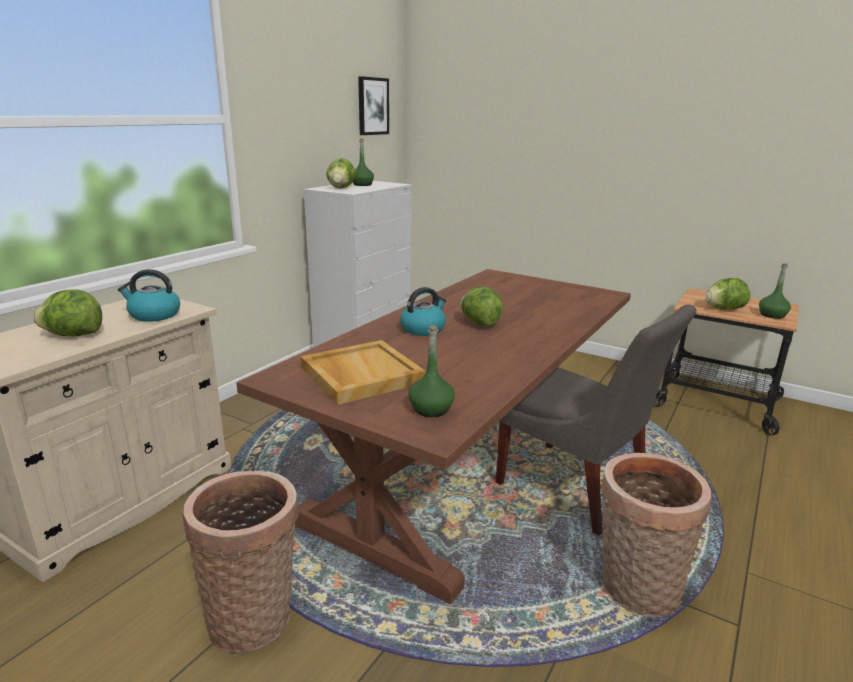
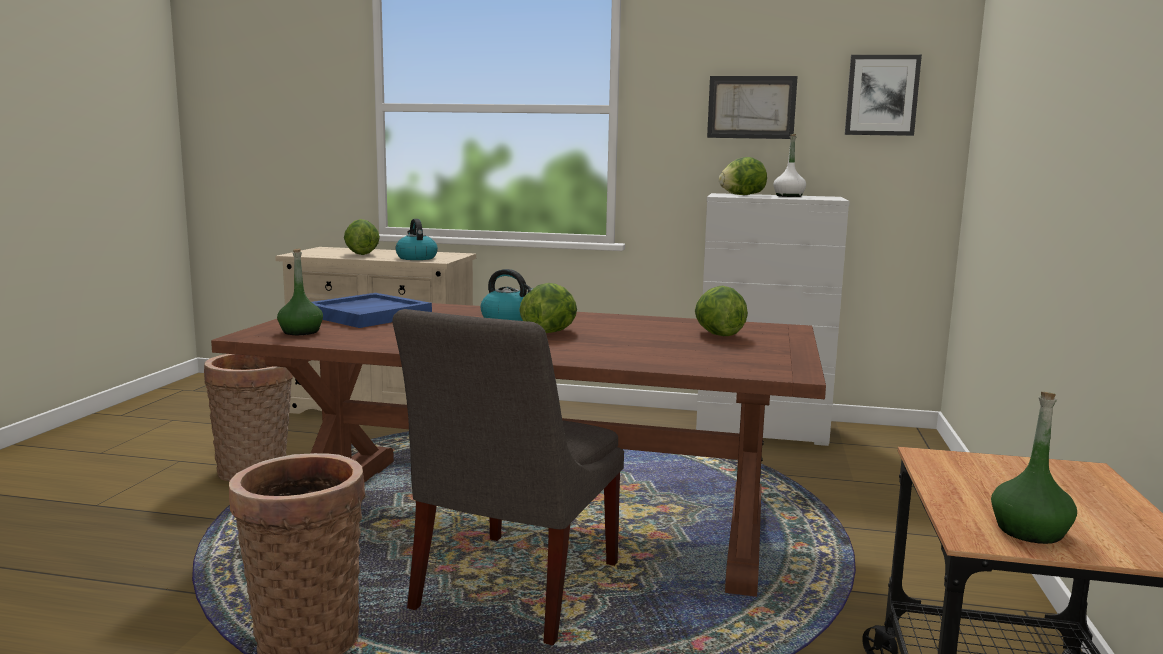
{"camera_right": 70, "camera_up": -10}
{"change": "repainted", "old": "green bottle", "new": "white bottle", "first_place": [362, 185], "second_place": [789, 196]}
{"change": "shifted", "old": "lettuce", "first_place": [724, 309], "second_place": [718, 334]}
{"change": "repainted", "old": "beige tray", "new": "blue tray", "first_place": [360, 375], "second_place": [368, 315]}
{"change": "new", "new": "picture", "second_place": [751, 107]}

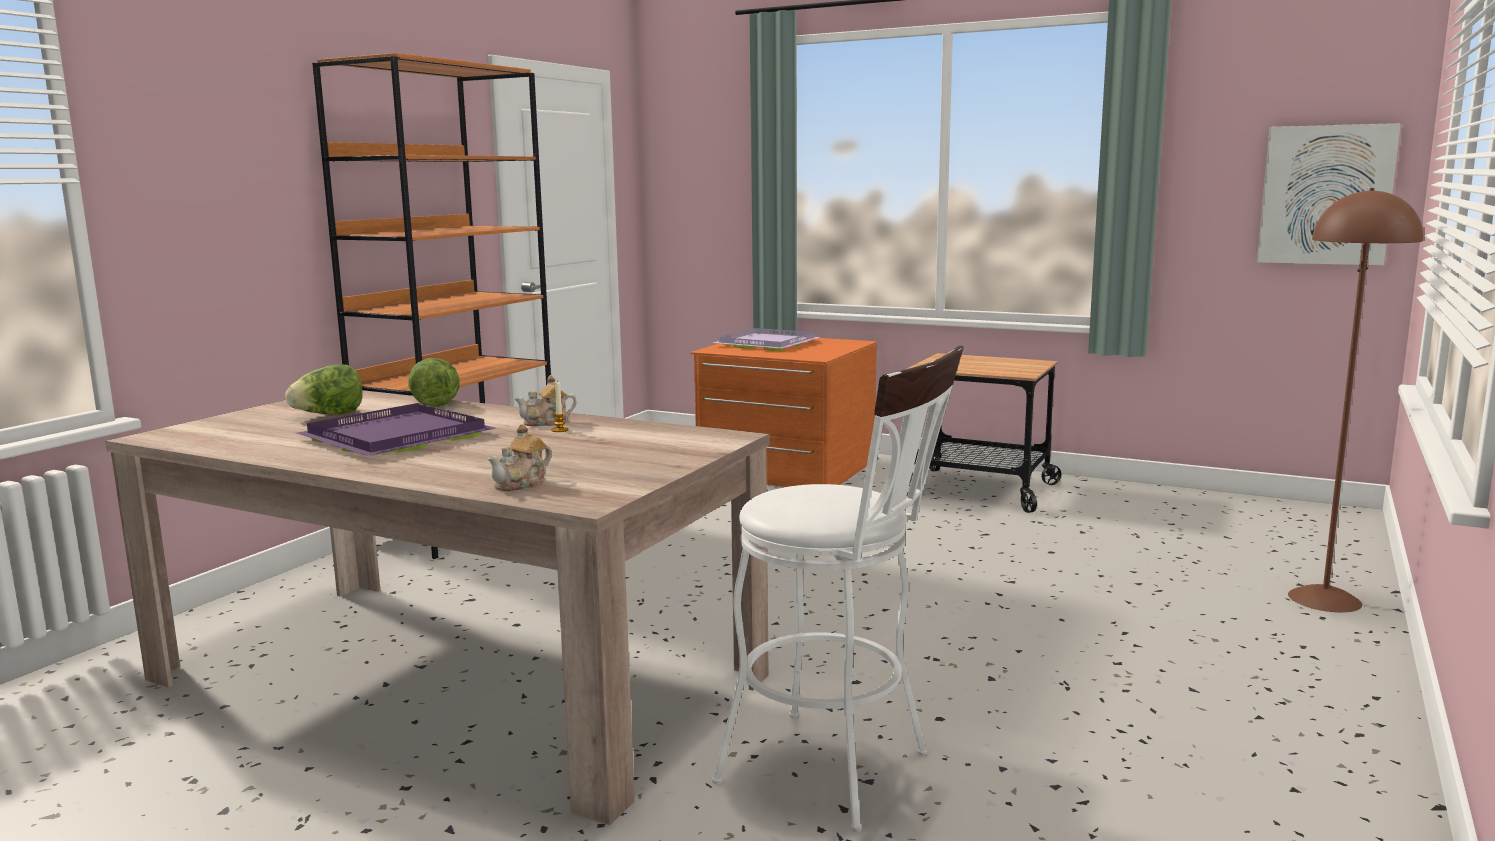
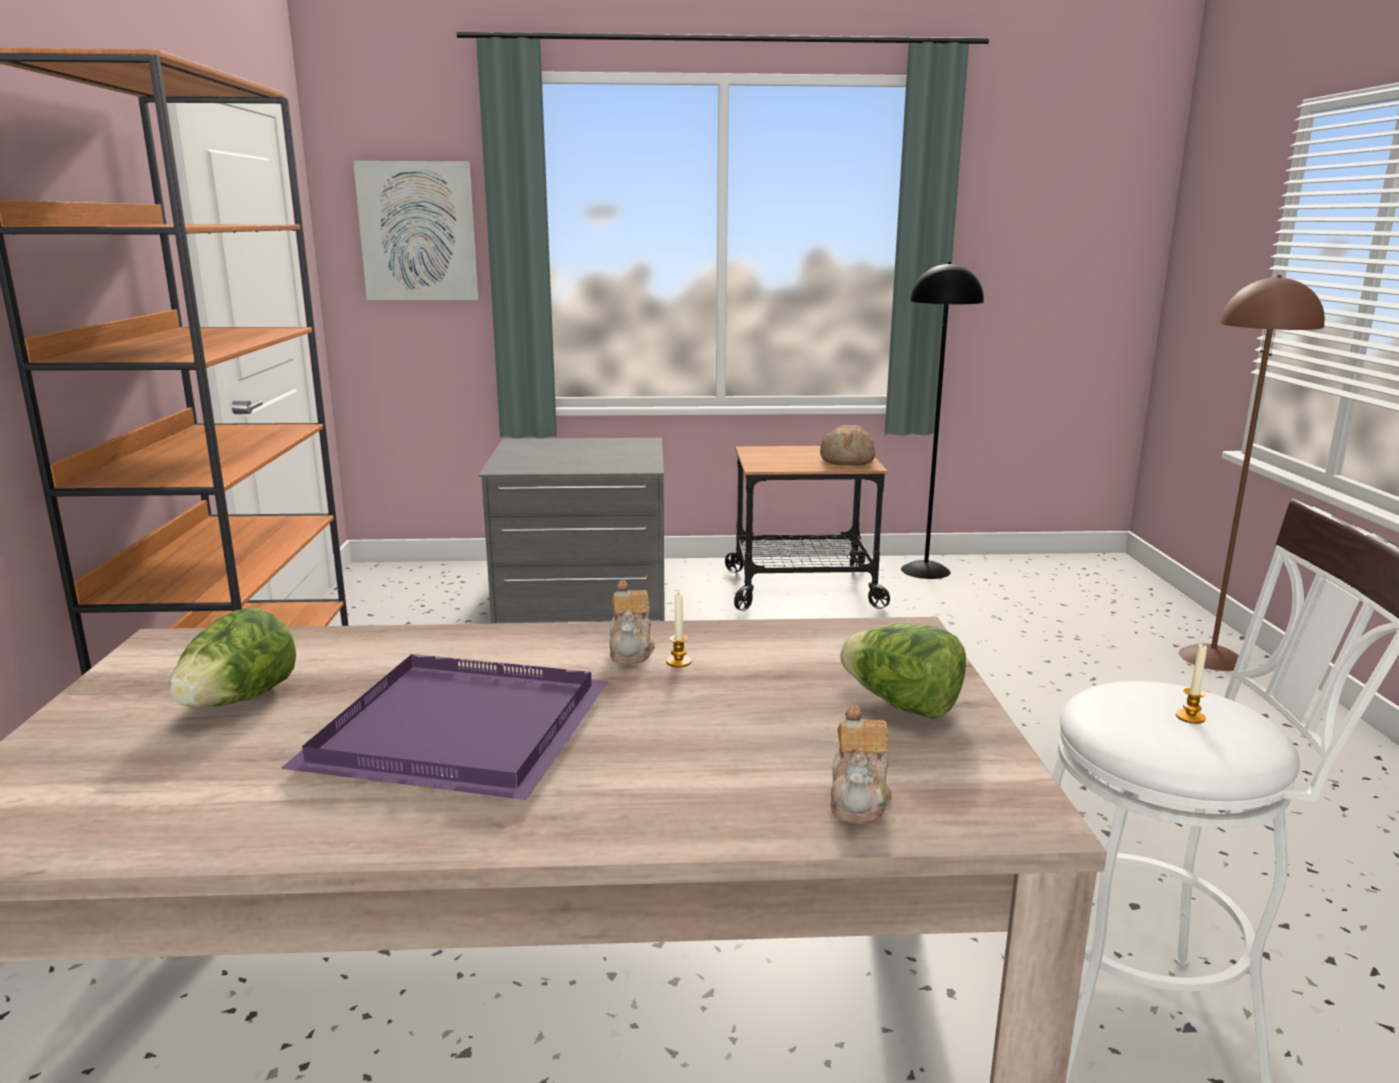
{"camera_right": -30, "camera_up": 5}
{"change": "shifted", "old": "picture", "first_place": [1325, 195], "second_place": [418, 231]}
{"change": "gone", "old": "purple tray", "first_place": [766, 343]}
{"change": "repainted", "old": "orange dresser", "new": "grey dresser", "first_place": [786, 469], "second_place": [582, 596]}
{"change": "shifted", "old": "lettuce", "first_place": [433, 403], "second_place": [902, 705]}
{"change": "rotated", "old": "teapot", "first_place": [547, 423], "second_place": [631, 650], "degrees": -45}
{"change": "new", "new": "black floor lamp", "second_place": [925, 570]}
{"change": "new", "new": "bread", "second_place": [847, 460]}
{"change": "new", "new": "candle", "second_place": [1190, 717]}

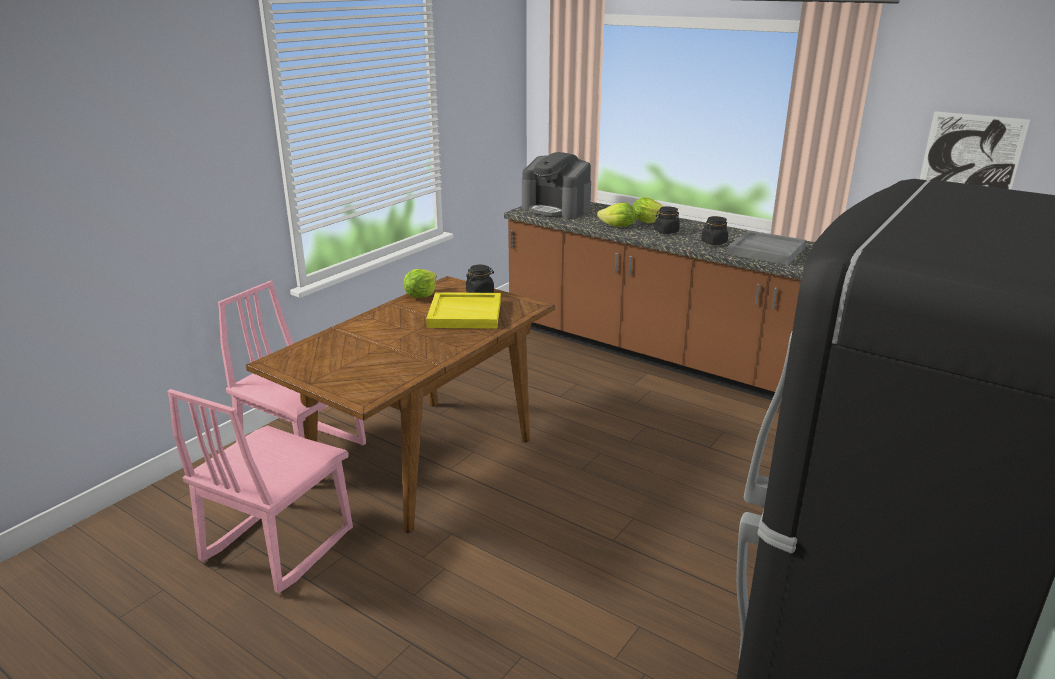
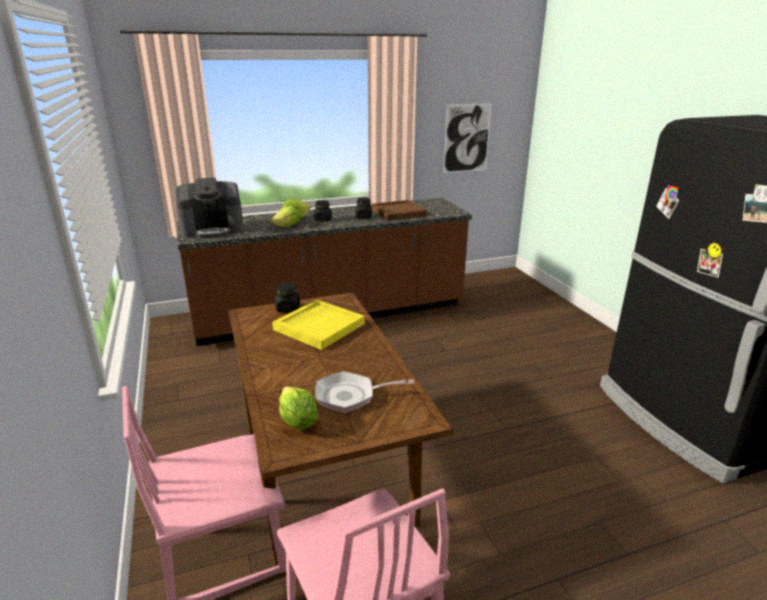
{"camera_right": -55, "camera_up": 0}
{"change": "repainted", "old": "grey tray", "new": "brown tray", "first_place": [765, 250], "second_place": [398, 212]}
{"change": "shifted", "old": "lettuce", "first_place": [421, 295], "second_place": [297, 422]}
{"change": "new", "new": "frying pan", "second_place": [350, 396]}

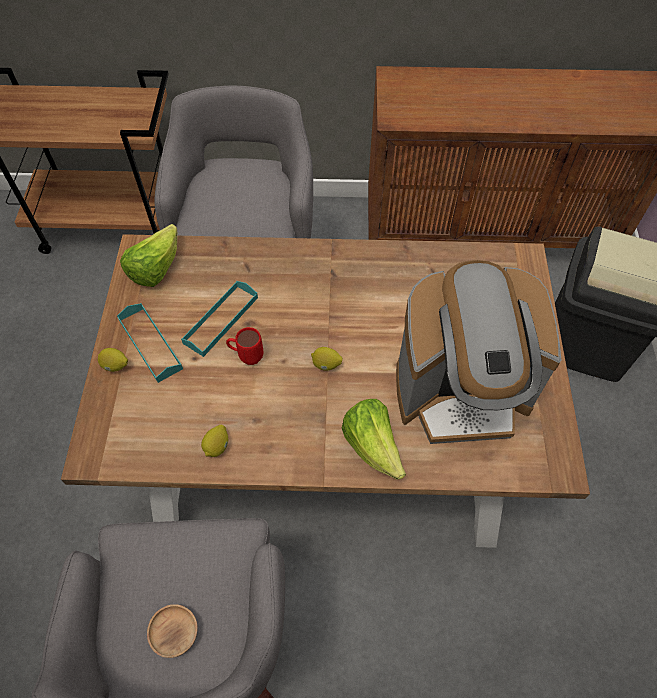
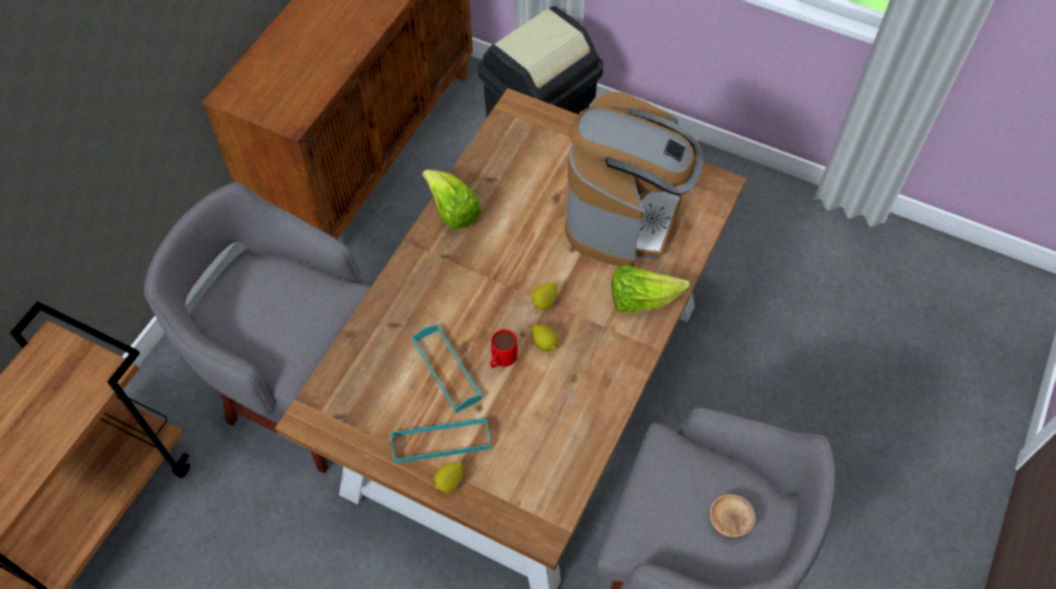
{"camera_right": -65, "camera_up": 0}
{"change": "shifted", "old": "lettuce", "first_place": [156, 269], "second_place": [452, 211]}
{"change": "shifted", "old": "lemon", "first_place": [217, 446], "second_place": [544, 343]}

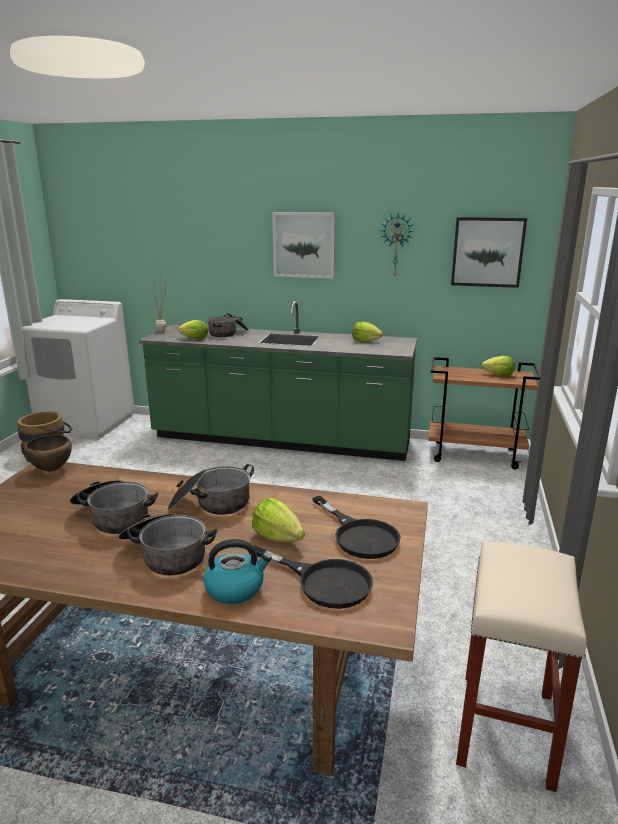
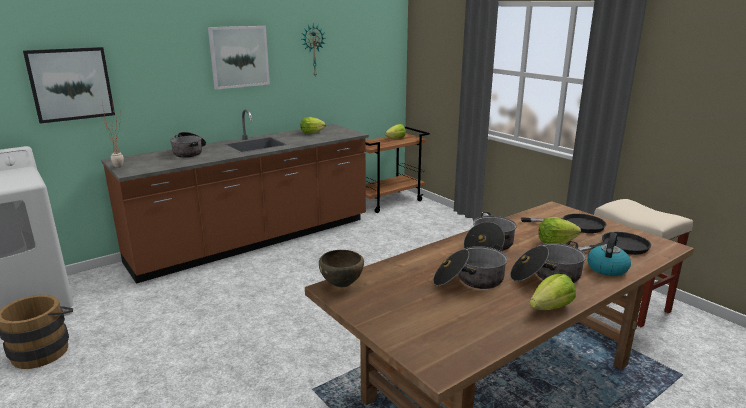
{"camera_right": -50, "camera_up": 0}
{"change": "shifted", "old": "picture", "first_place": [487, 252], "second_place": [71, 84]}
{"change": "repainted", "old": "green counter", "new": "brown counter", "first_place": [281, 440], "second_place": [254, 241]}
{"change": "shifted", "old": "lettuce", "first_place": [194, 339], "second_place": [551, 308]}

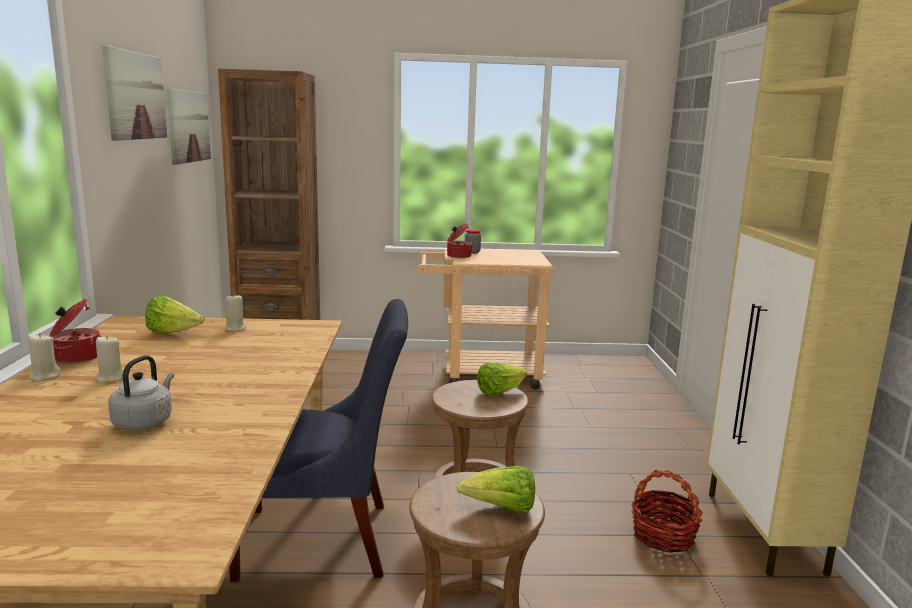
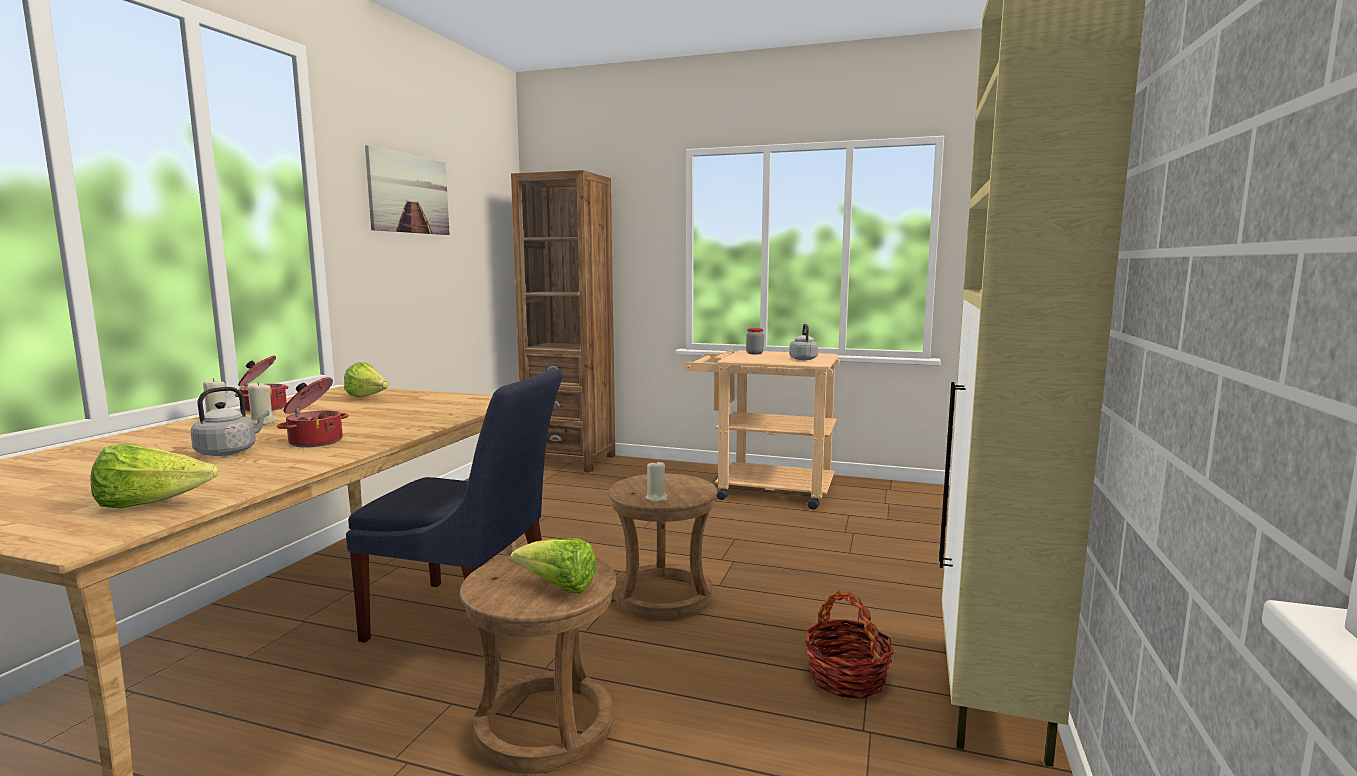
{"camera_right": 20, "camera_up": -5}
{"change": "gone", "old": "picture", "first_place": [188, 126]}
{"change": "shifted", "old": "cooking pot", "first_place": [458, 256], "second_place": [315, 442]}
{"change": "shifted", "old": "beige candle", "first_place": [236, 328], "second_place": [656, 498]}
{"change": "shifted", "old": "lettuce", "first_place": [499, 392], "second_place": [152, 505]}
{"change": "new", "new": "grey kettle", "second_place": [803, 359]}

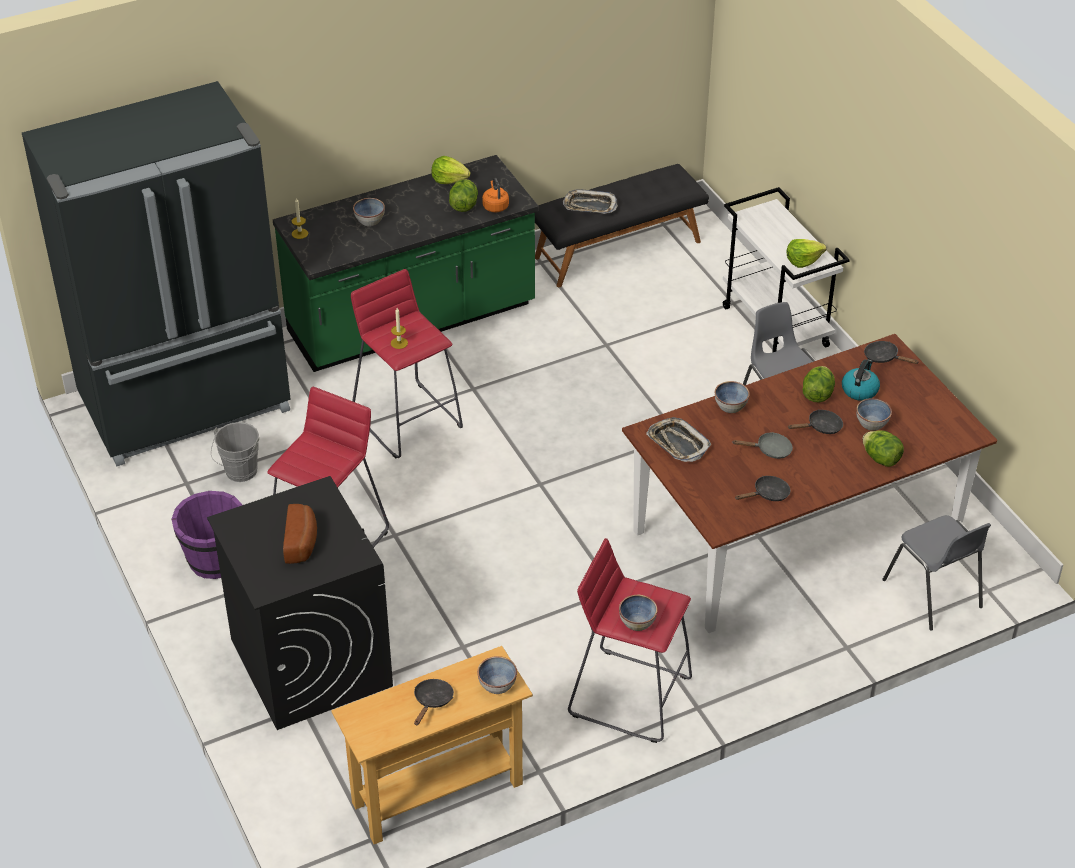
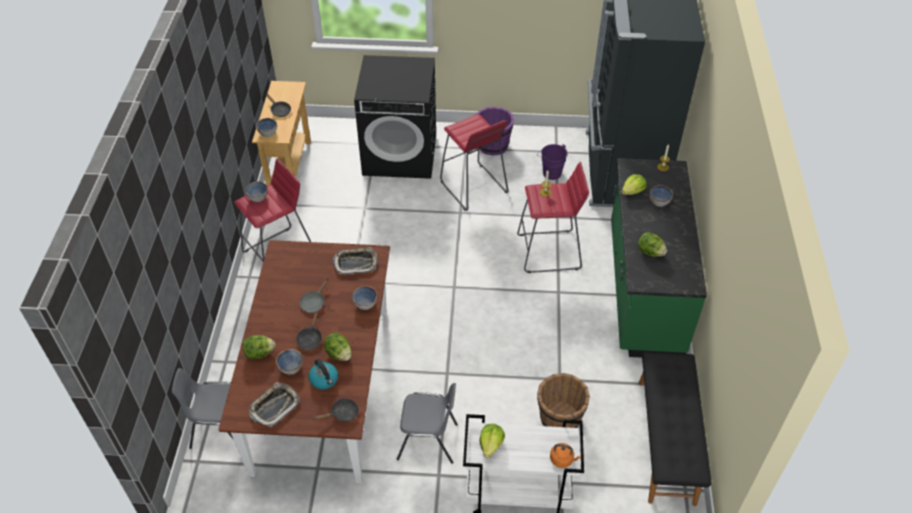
{"camera_right": 120, "camera_up": 5}
{"change": "shifted", "old": "lettuce", "first_place": [449, 179], "second_place": [632, 191]}
{"change": "shifted", "old": "orange kettle", "first_place": [495, 206], "second_place": [563, 459]}
{"change": "shifted", "old": "tray", "first_place": [589, 206], "second_place": [274, 406]}
{"change": "repainted", "old": "grey bucket", "new": "purple bucket", "first_place": [239, 473], "second_place": [550, 172]}
{"change": "gone", "old": "black frying pan", "first_place": [768, 494]}
{"change": "gone", "old": "bread", "first_place": [302, 542]}
{"change": "new", "new": "brown bucket", "second_place": [559, 419]}

